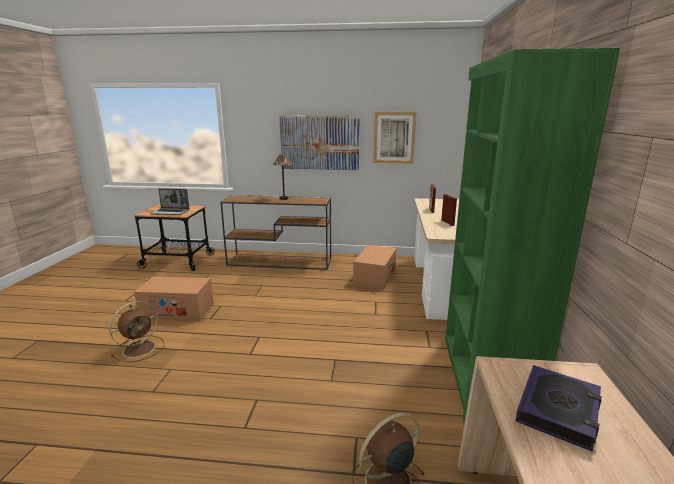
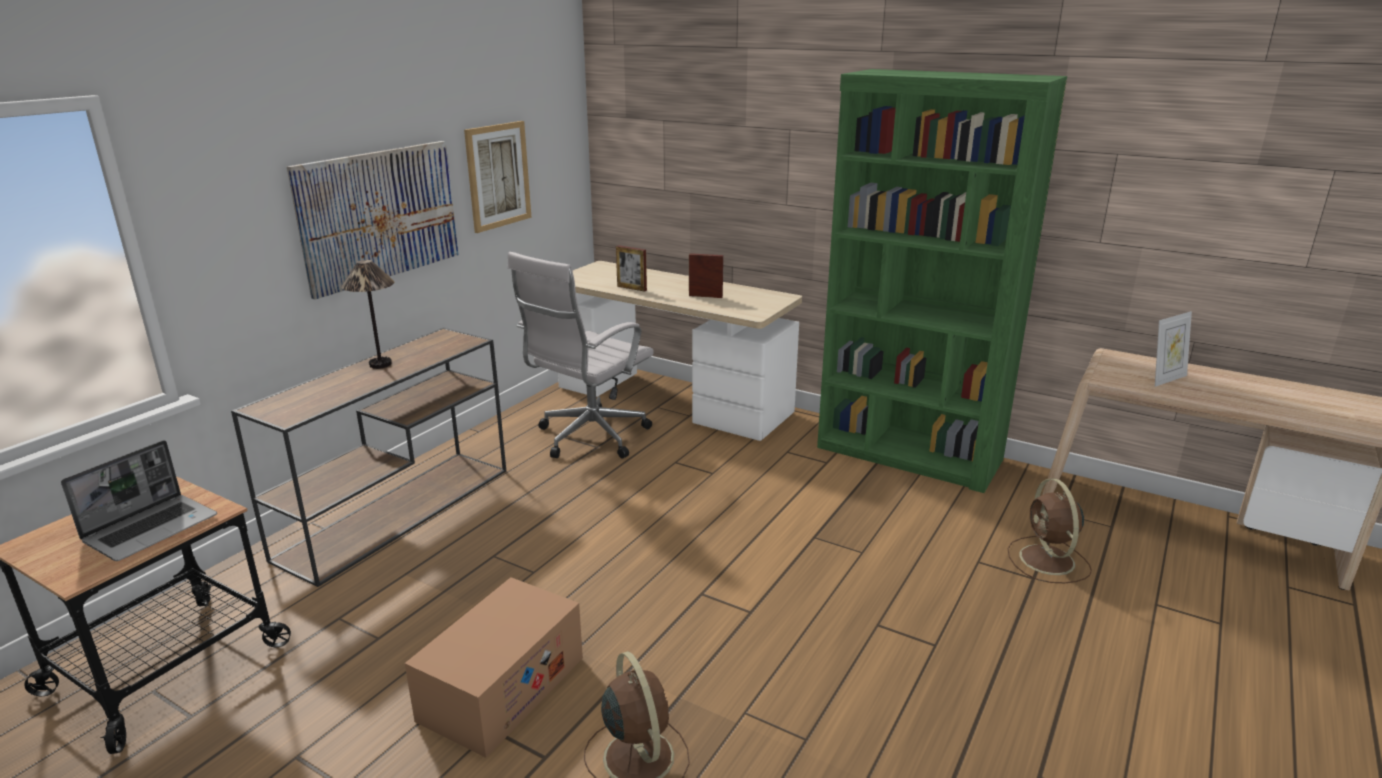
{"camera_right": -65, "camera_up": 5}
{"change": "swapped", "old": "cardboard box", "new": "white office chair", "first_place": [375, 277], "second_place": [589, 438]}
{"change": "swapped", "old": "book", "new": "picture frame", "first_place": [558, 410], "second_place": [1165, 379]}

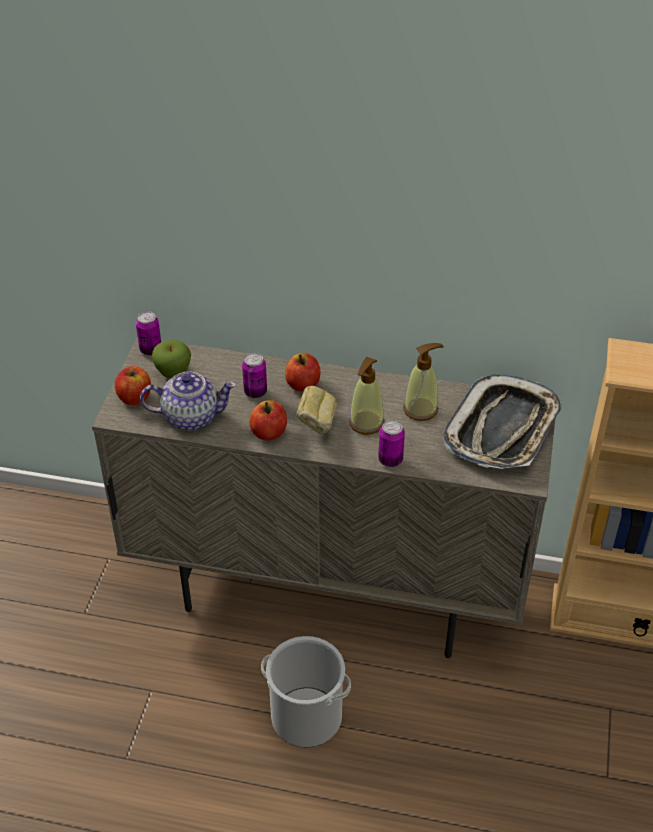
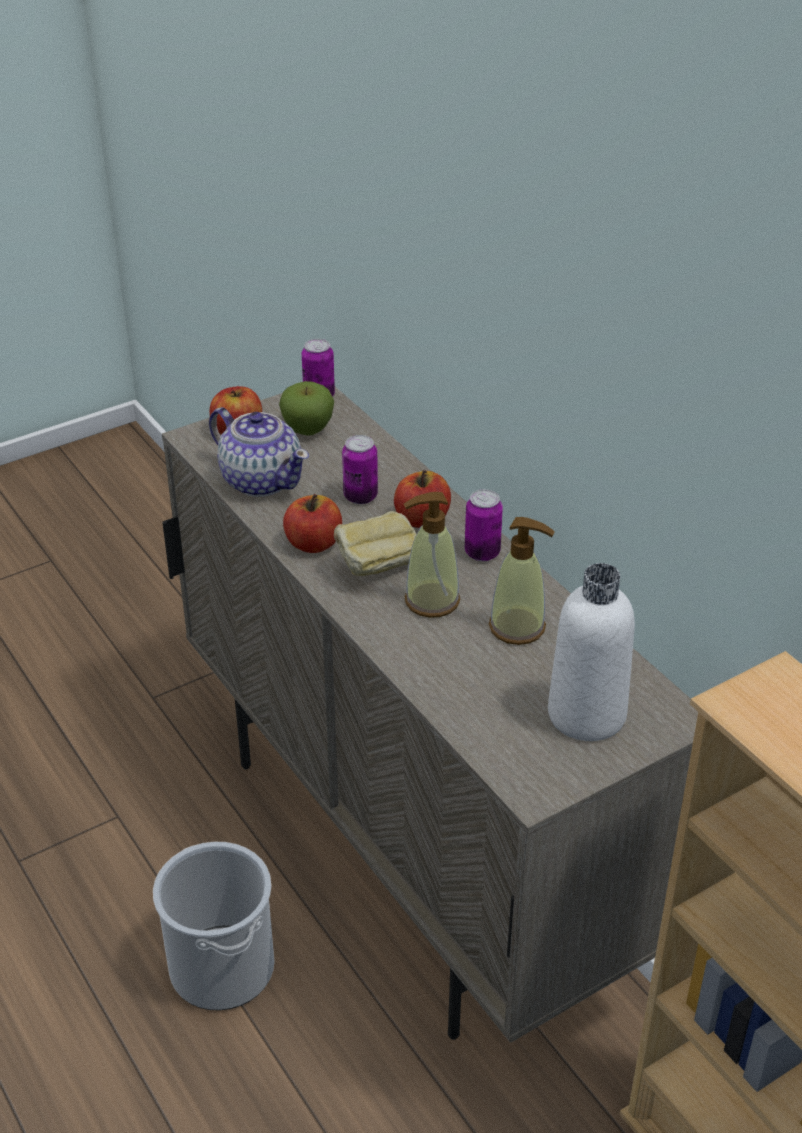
{"camera_right": 45, "camera_up": -5}
{"change": "swapped", "old": "tray", "new": "white bottle", "first_place": [502, 430], "second_place": [586, 714]}
{"change": "shifted", "old": "can", "first_place": [390, 460], "second_place": [482, 553]}

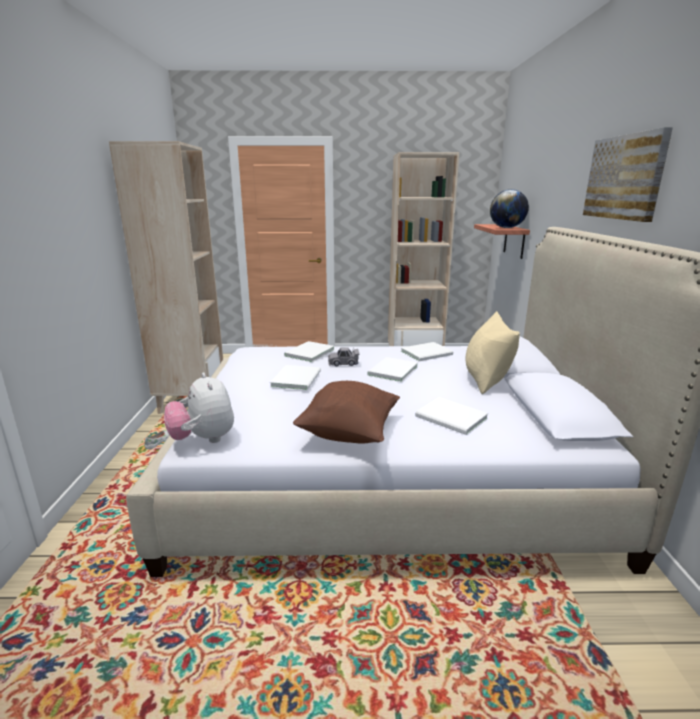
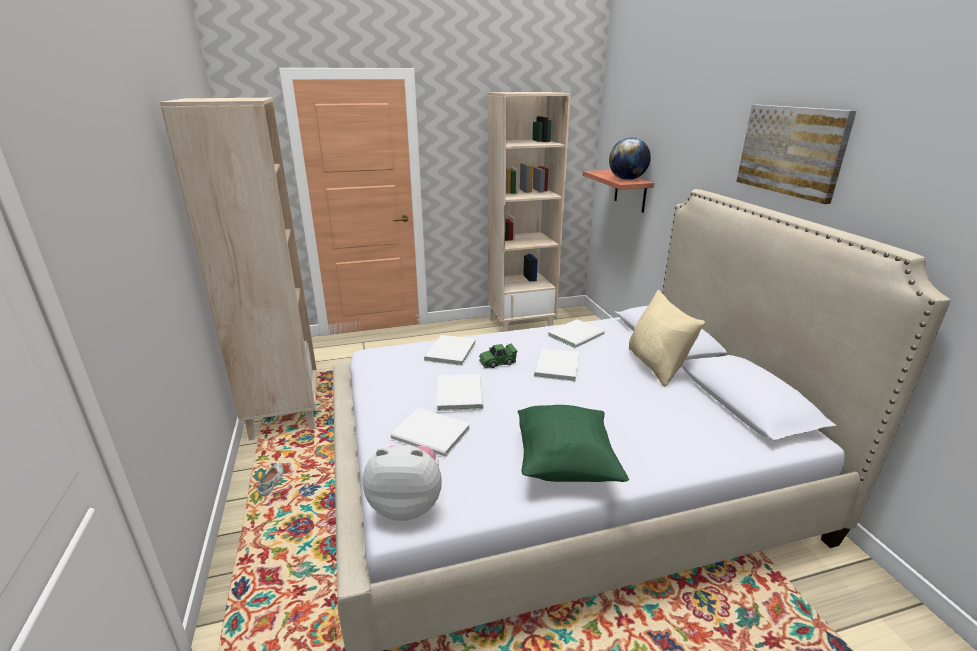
{"camera_right": -15, "camera_up": 5}
{"change": "repainted", "old": "grey toy car", "new": "green toy car", "first_place": [343, 363], "second_place": [497, 362]}
{"change": "rotated", "old": "plush toy", "first_place": [203, 439], "second_place": [407, 505], "degrees": 135}
{"change": "repainted", "old": "brown pillow", "new": "green pillow", "first_place": [349, 433], "second_place": [565, 464]}
{"change": "shifted", "old": "white book", "first_place": [452, 418], "second_place": [432, 435]}

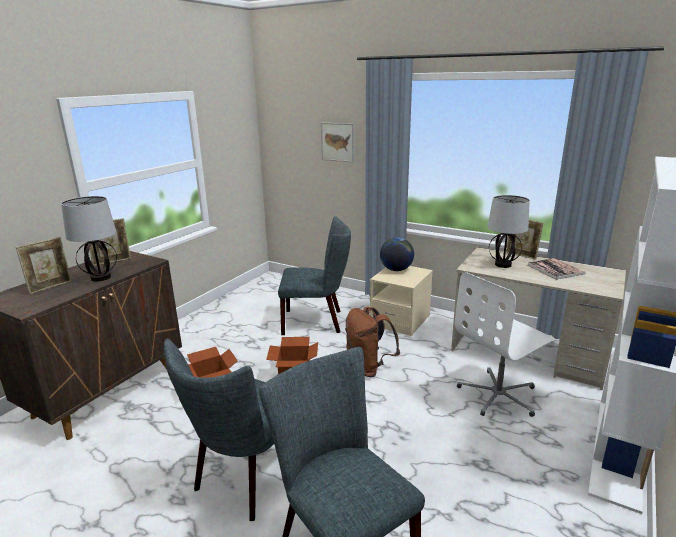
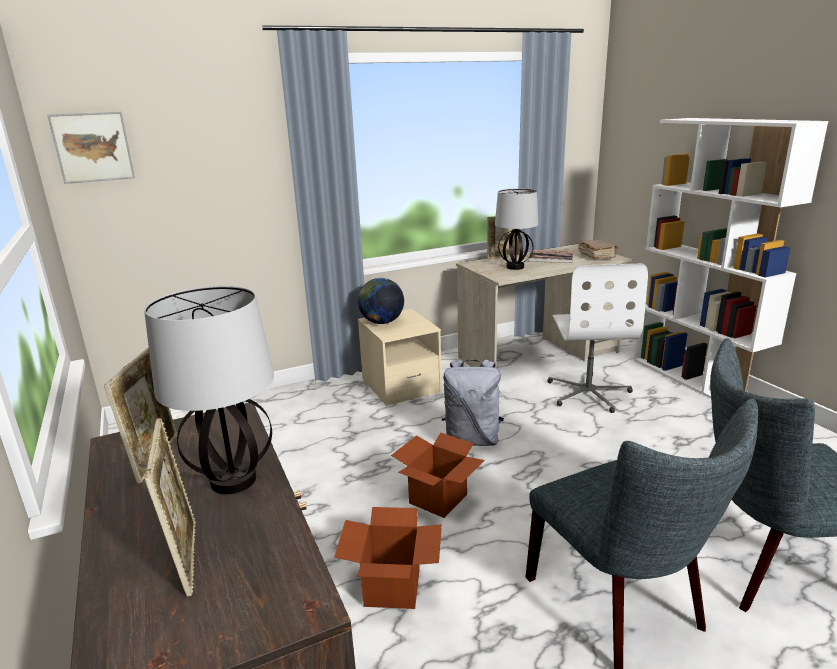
{"camera_right": -55, "camera_up": 0}
{"change": "shifted", "old": "picture", "first_place": [337, 142], "second_place": [93, 147]}
{"change": "gone", "old": "grey chair", "first_place": [316, 321]}
{"change": "repainted", "old": "brown backpack", "new": "grey backpack", "first_place": [368, 368], "second_place": [472, 439]}
{"change": "new", "new": "brown book", "second_place": [596, 256]}

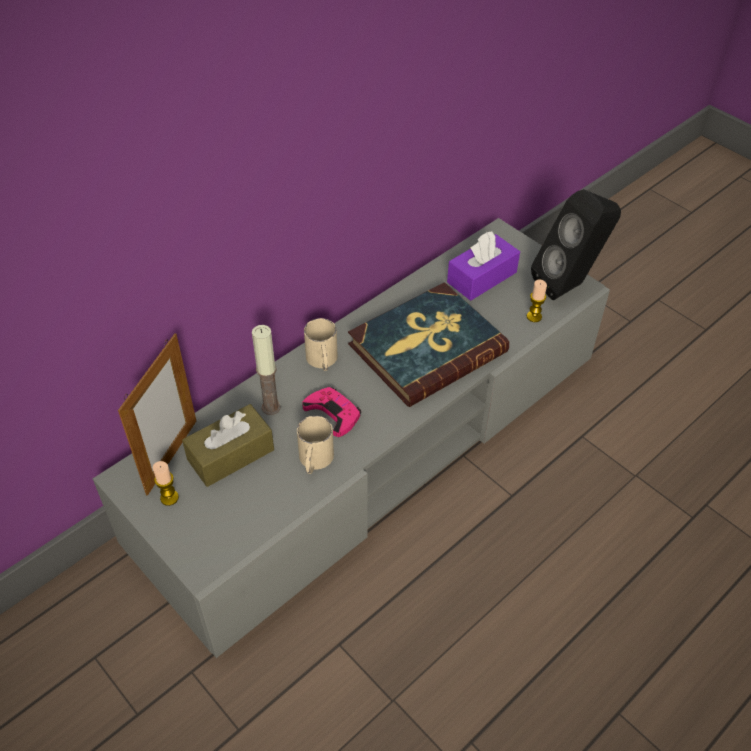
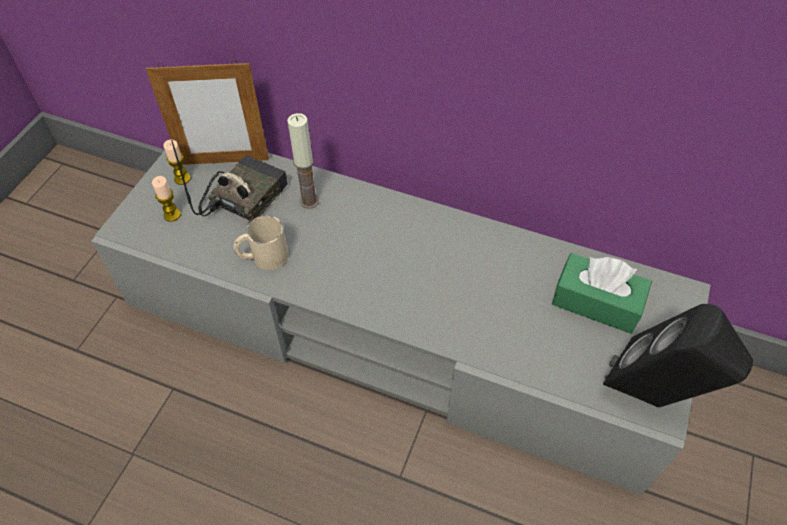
{"camera_right": 65, "camera_up": 5}
{"change": "repainted", "old": "purple tissue box", "new": "green tissue box", "first_place": [482, 277], "second_place": [596, 302]}
{"change": "shifted", "old": "candle", "first_place": [534, 316], "second_place": [172, 215]}
{"change": "gone", "old": "book", "first_place": [426, 347]}
{"change": "gone", "old": "beige mug", "first_place": [322, 361]}
{"change": "gone", "old": "pink game controller", "first_place": [333, 413]}
{"change": "swapped", "old": "brown tissue box", "new": "radio", "first_place": [231, 455], "second_place": [243, 197]}

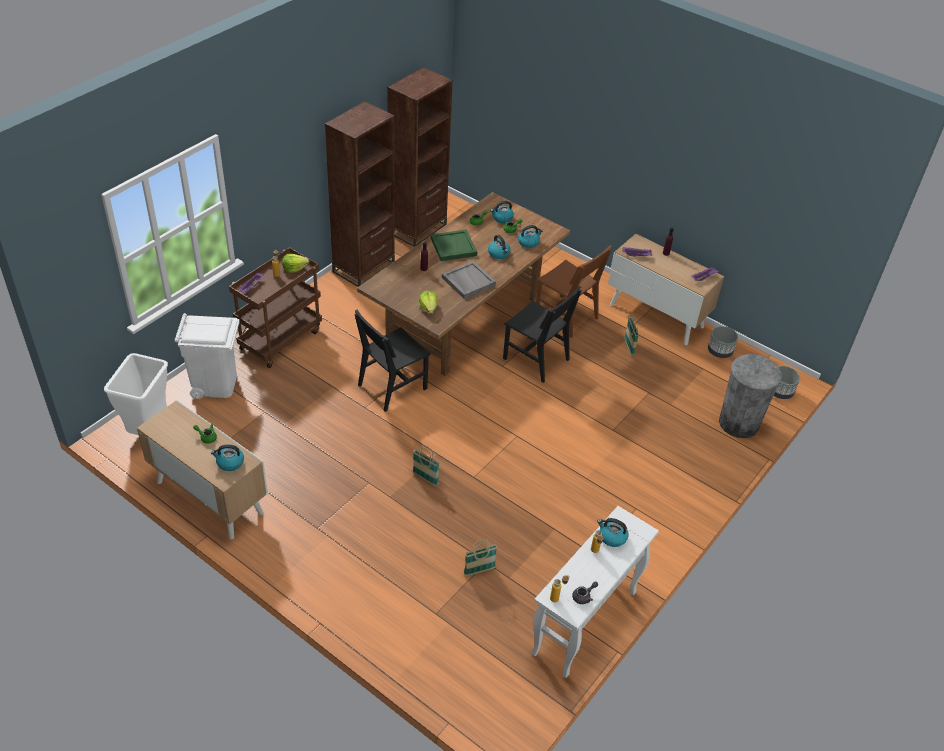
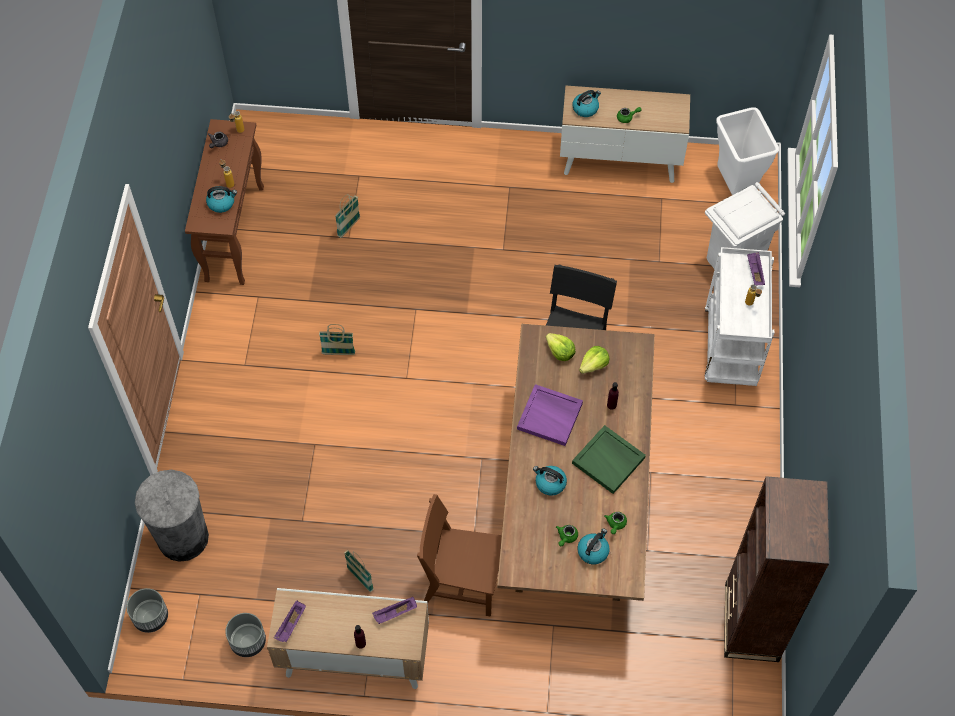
{"camera_right": 150, "camera_up": 15}
{"change": "gone", "old": "brown bookcase", "first_place": [364, 267]}
{"change": "gone", "old": "kettle", "first_place": [528, 242]}
{"change": "repainted", "old": "brown cart", "new": "white cart", "first_place": [280, 339], "second_place": [731, 349]}
{"change": "shifted", "old": "lettuce", "first_place": [294, 268], "second_place": [594, 365]}
{"change": "repainted", "old": "grey tray", "new": "purple tray", "first_place": [468, 281], "second_place": [550, 416]}
{"change": "gone", "old": "black chair", "first_place": [536, 359]}
{"change": "shifted", "old": "basket", "first_place": [425, 479], "second_place": [338, 353]}
{"change": "repainted", "old": "white console table", "new": "brown console table", "first_place": [584, 623], "second_place": [234, 233]}

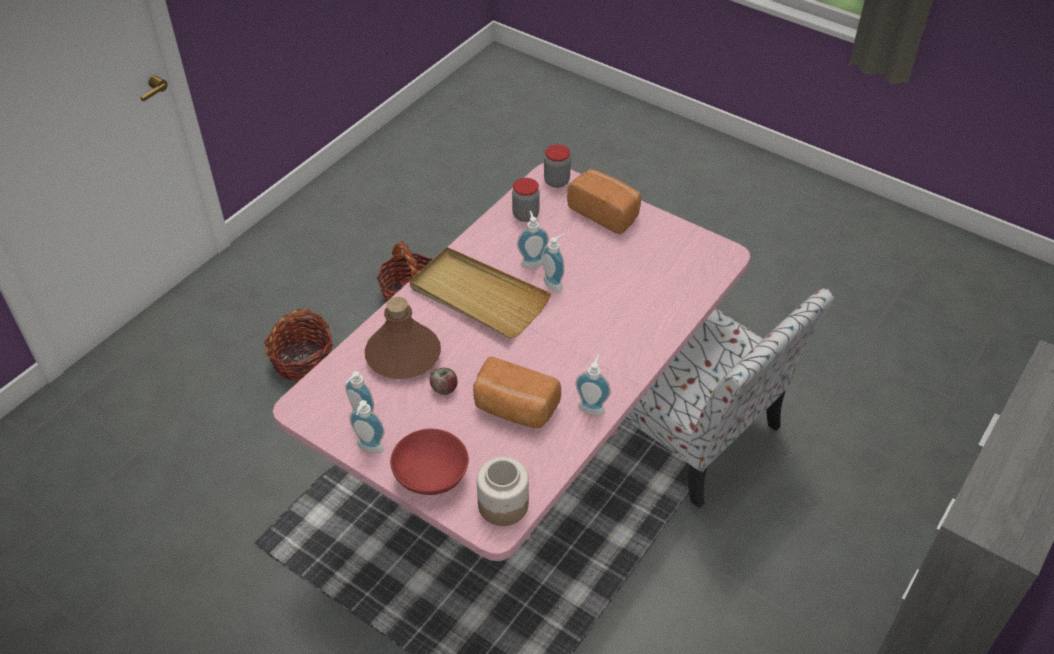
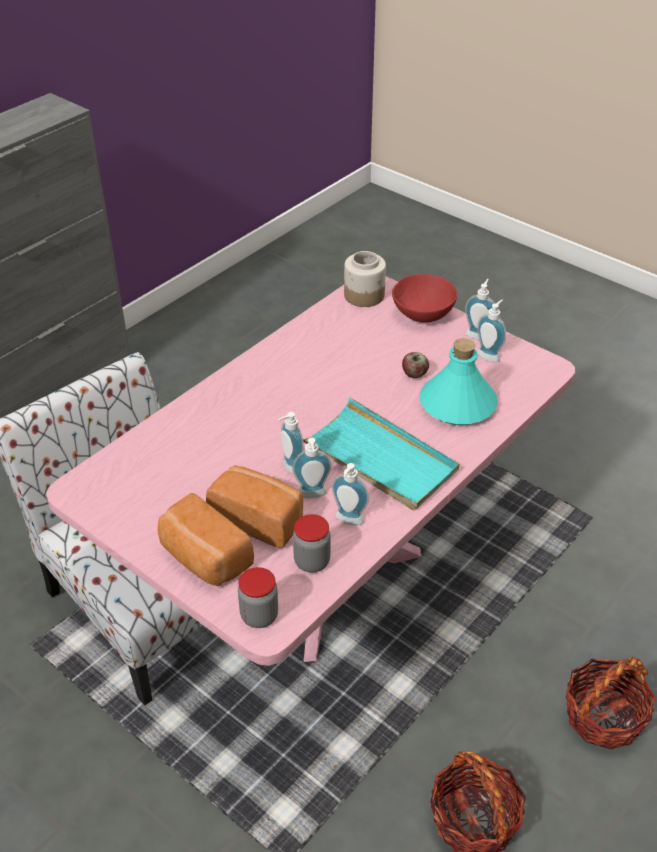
{"camera_right": -175, "camera_up": -5}
{"change": "repainted", "old": "beige tray", "new": "turquoise tray", "first_place": [478, 296], "second_place": [379, 459]}
{"change": "repainted", "old": "brown bottle", "new": "turquoise bottle", "first_place": [403, 356], "second_place": [458, 404]}
{"change": "shifted", "old": "soap dispenser", "first_place": [592, 406], "second_place": [348, 521]}
{"change": "shifted", "old": "bread", "first_place": [514, 409], "second_place": [259, 518]}

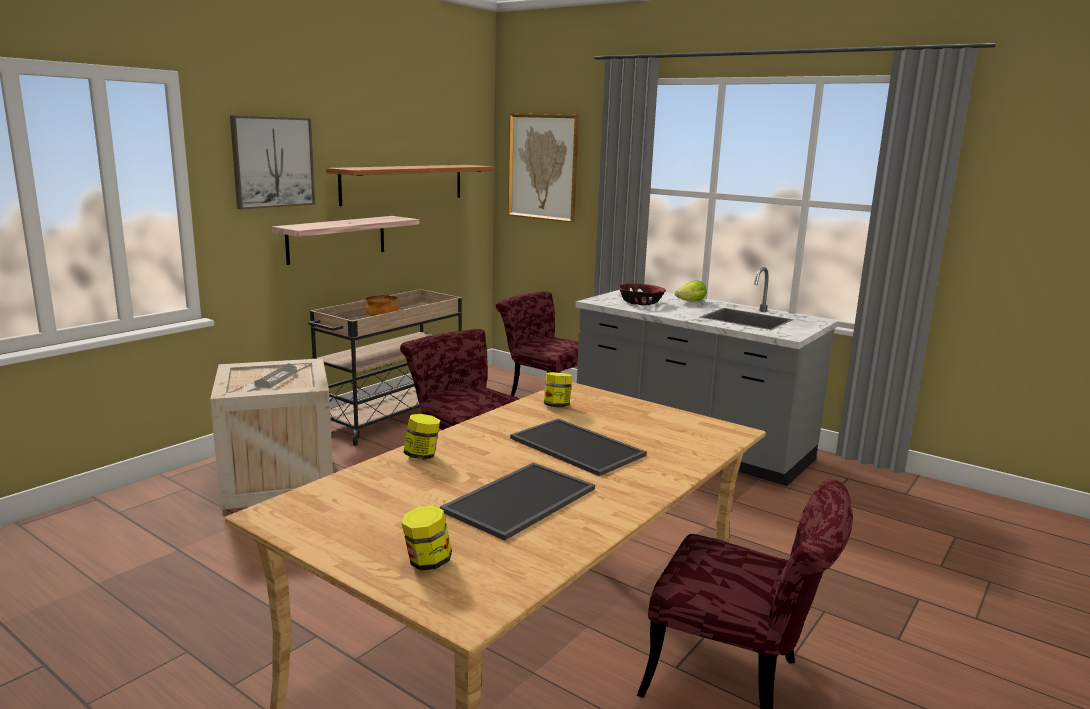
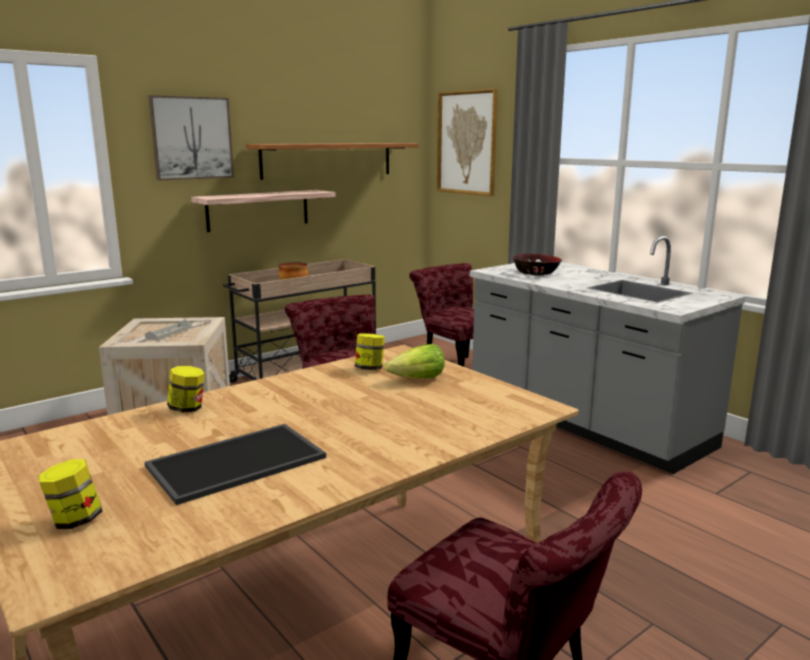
{"camera_right": 15, "camera_up": 0}
{"change": "shifted", "old": "lettuce", "first_place": [690, 302], "second_place": [418, 379]}
{"change": "gone", "old": "tray", "first_place": [579, 446]}

